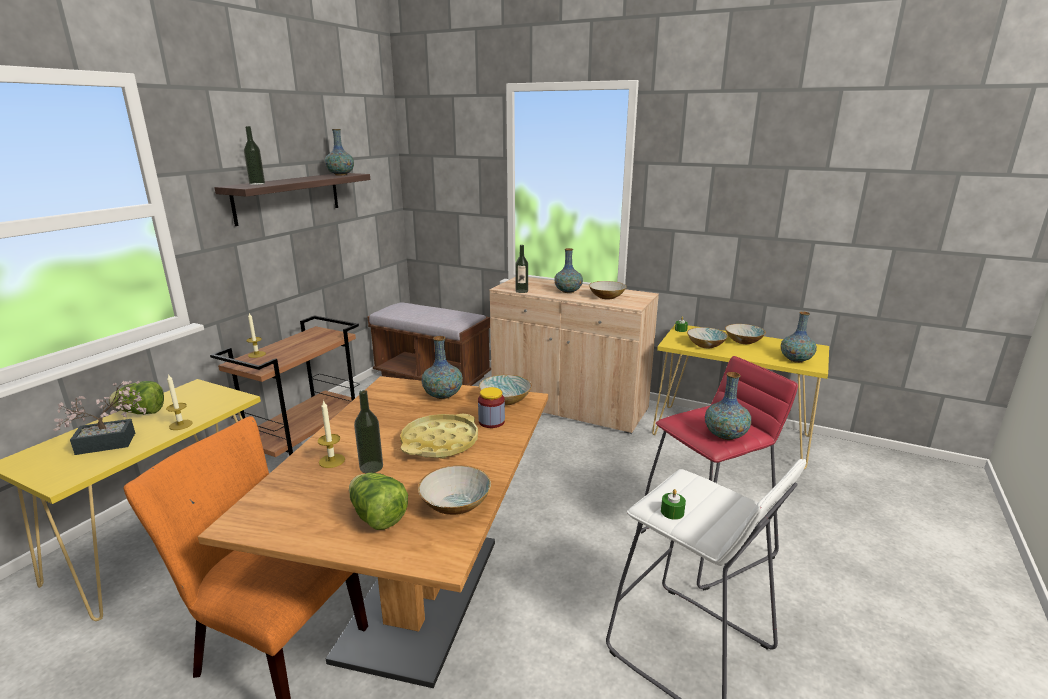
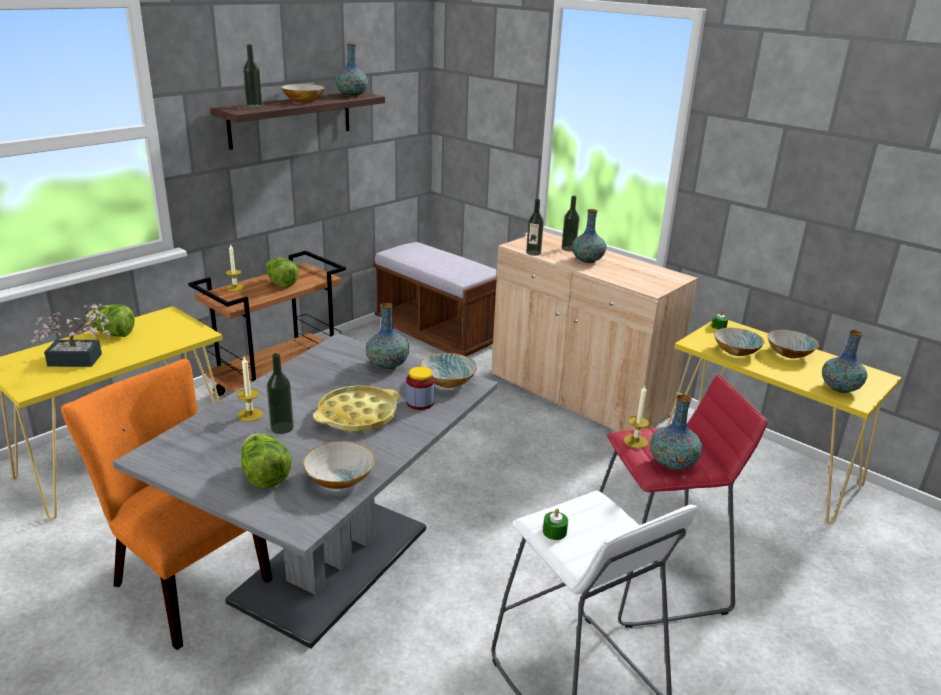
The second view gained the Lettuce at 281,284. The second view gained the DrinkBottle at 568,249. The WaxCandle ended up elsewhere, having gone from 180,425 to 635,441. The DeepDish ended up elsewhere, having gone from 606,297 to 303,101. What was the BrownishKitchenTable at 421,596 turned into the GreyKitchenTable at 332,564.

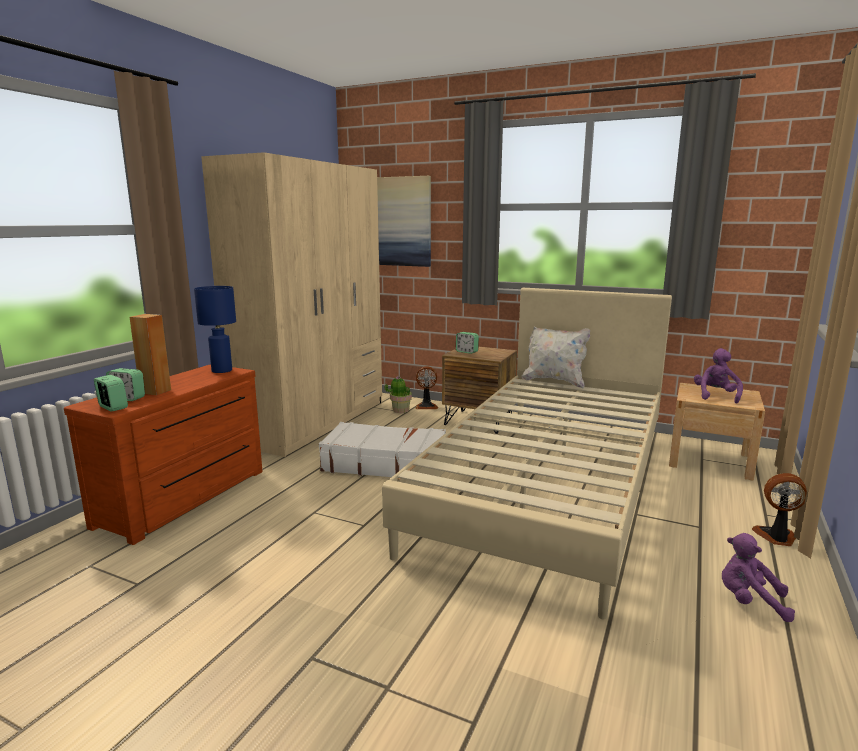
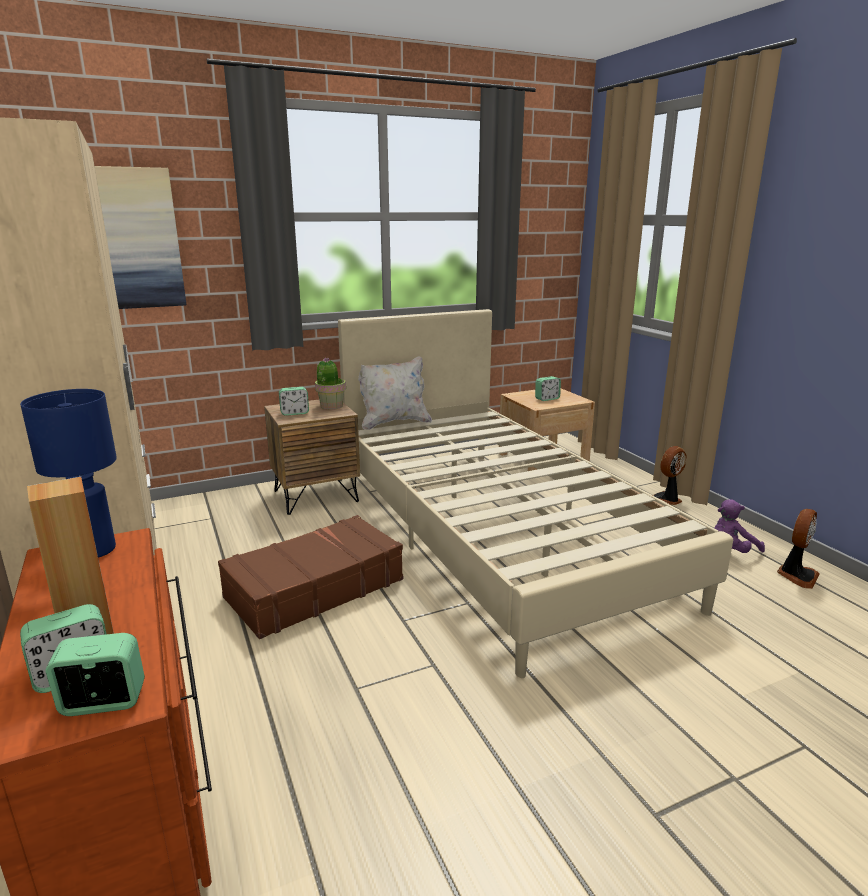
The Houseplant ended up elsewhere, having gone from 400,410 to 331,406. The ElectricFan ended up elsewhere, having gone from 426,406 to 796,575. Where the PurpleColouredPlushToy stood at 715,396, the BedsideClock came to stand at 547,399. What was the WhiteSuitcase at 384,463 turned into the BrownishSuitcase at 314,588.

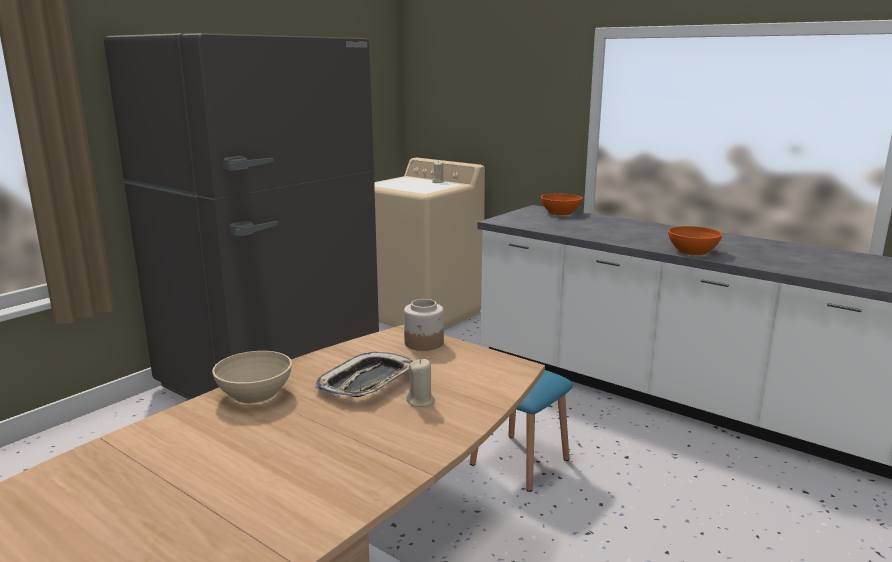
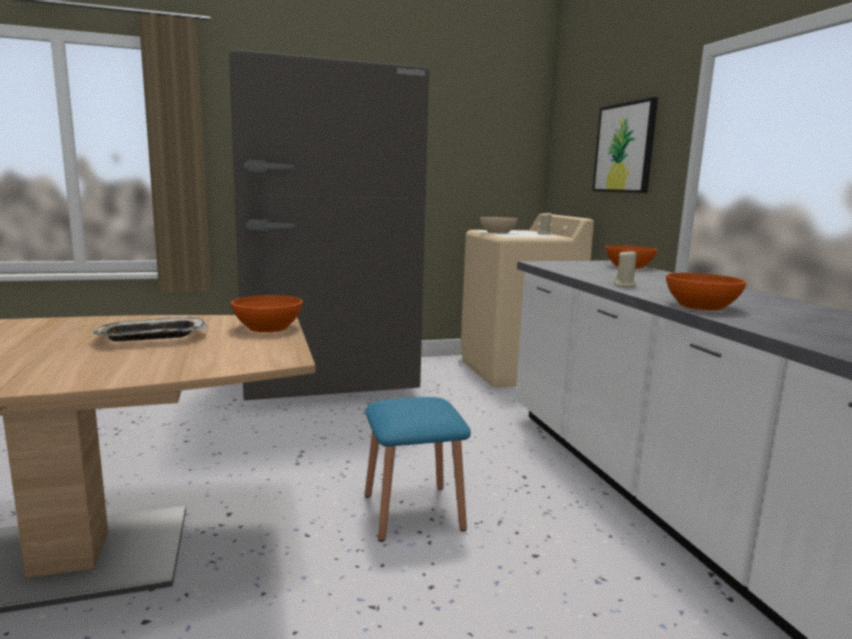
The second view gained the WallPicture at 624,148. The BeigeDeepDish ended up elsewhere, having gone from 254,393 to 497,232. The BeigeWaxCandle ended up elsewhere, having gone from 421,401 to 625,285. Where the PreserveJar stood at 424,343, the OrangeDeepDish came to stand at 267,328.

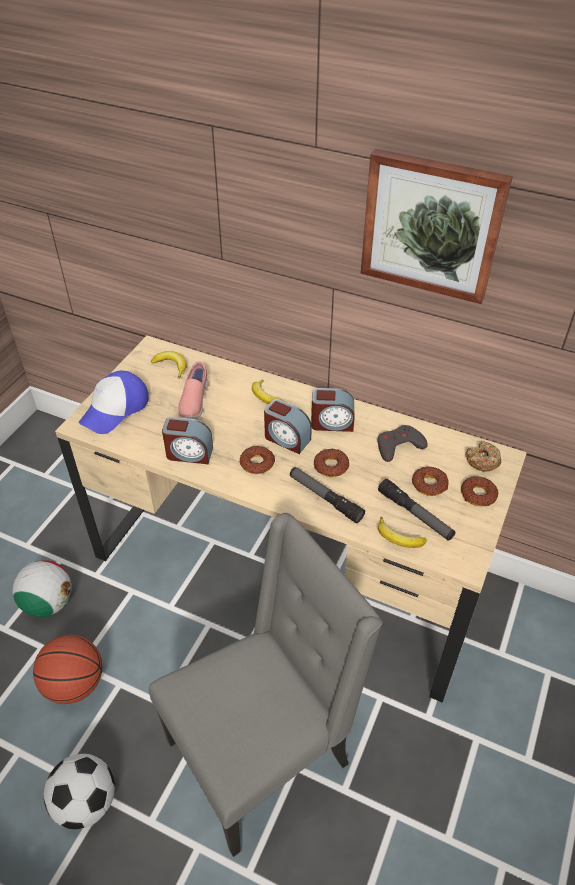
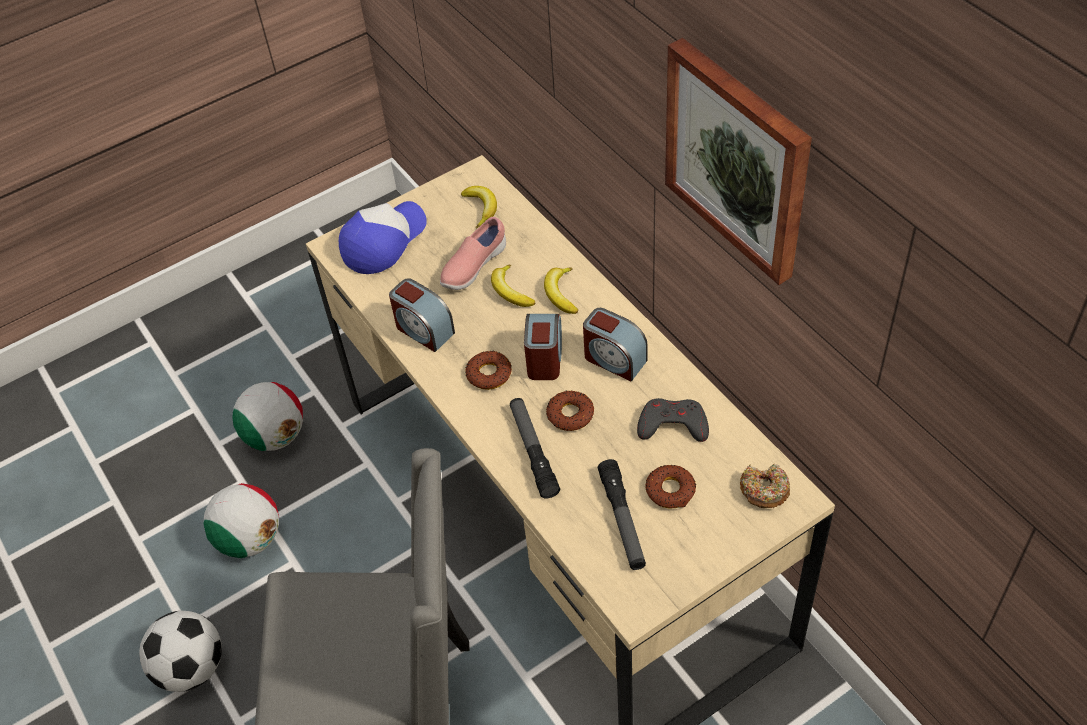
The second view lost the Donut at 478,495. The Banana ended up elsewhere, having gone from 398,538 to 510,291. Where the BallForBasketball stood at 74,684, the BallForFootball came to stand at 250,539. The Cap at 115,409 ended up facing another way, 150 degrees clockwise from before. The BedsideClock at 286,439 ended up facing another way, 150 degrees counterclockwise from before.

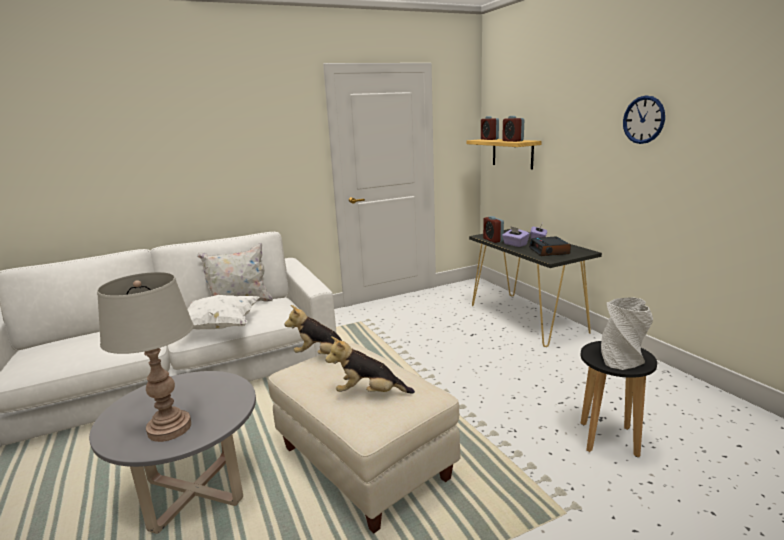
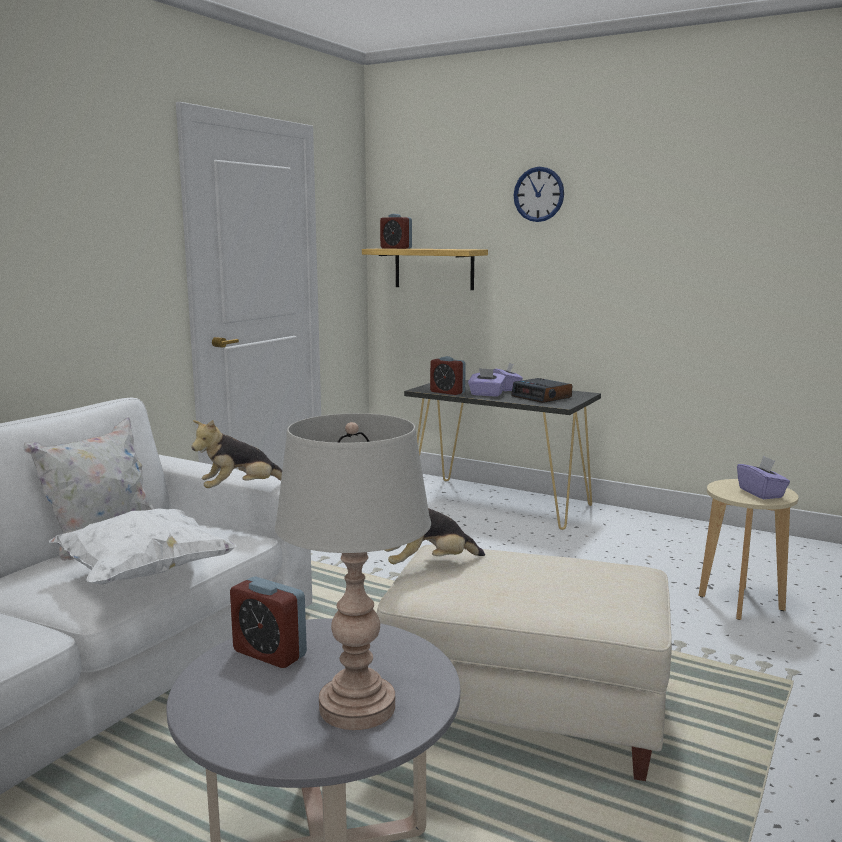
The PlushToy ended up elsewhere, having gone from 369,394 to 240,490. The BedsideClock ended up elsewhere, having gone from 512,141 to 269,653. The HangingClock ended up elsewhere, having gone from 643,120 to 538,194. Where the GreyDecorativeVase stood at 622,360, the PurpleColouredTissueBox came to stand at 761,493. What was the BlackStool at 608,439 turned into the BeigeStool at 740,603.

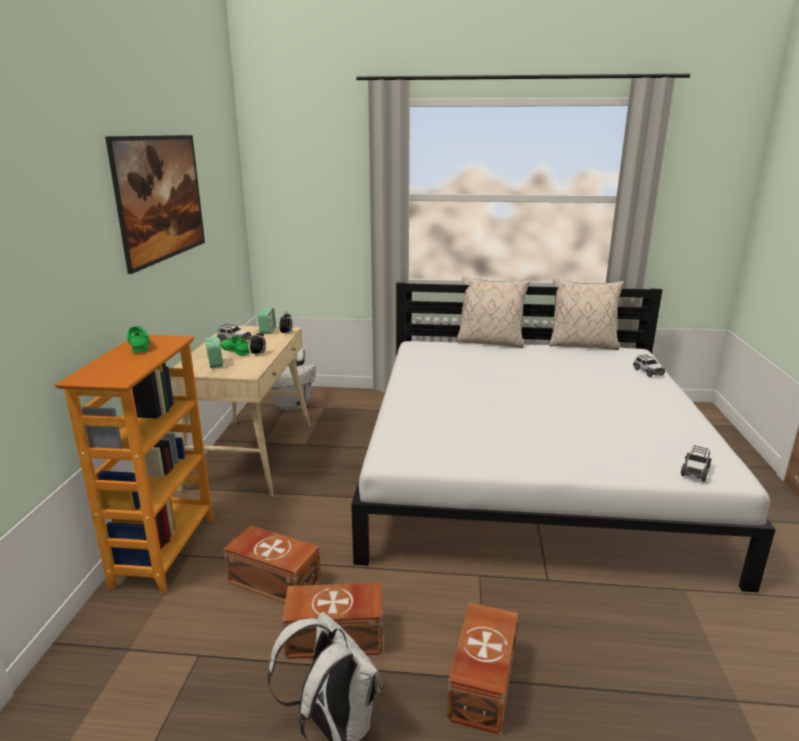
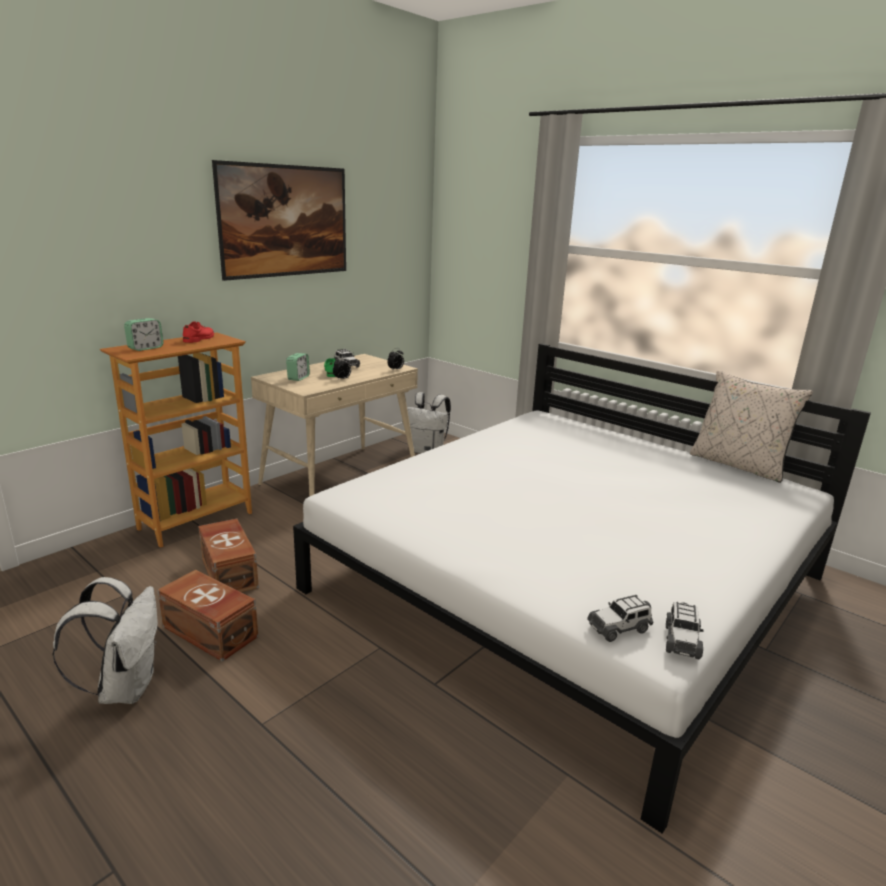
The second view lost the BrownishStorageBox at 480,684. The second view lost the BeigeCushion at 490,342. The BedsideClock ended up elsewhere, having gone from 267,331 to 145,348. The ModelCar ended up elsewhere, having gone from 647,372 to 681,641. What was the GreenishShoe at 139,345 turned into the RedShoe at 199,338.

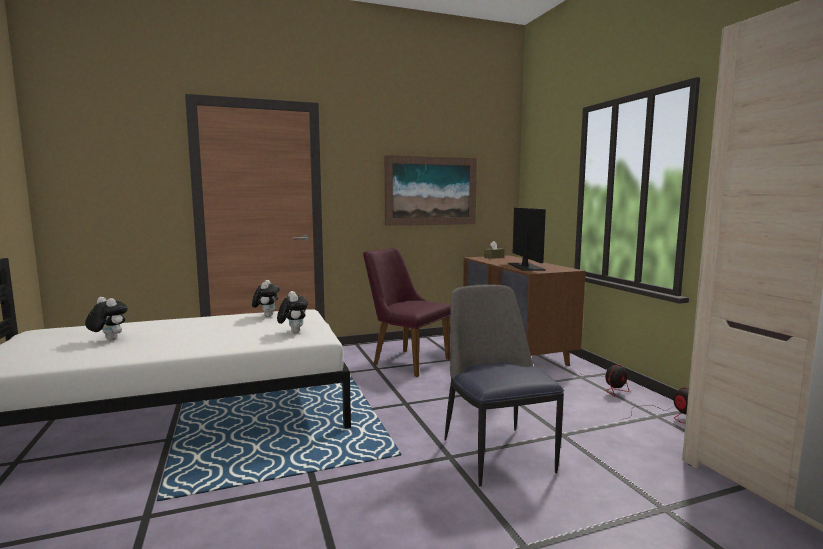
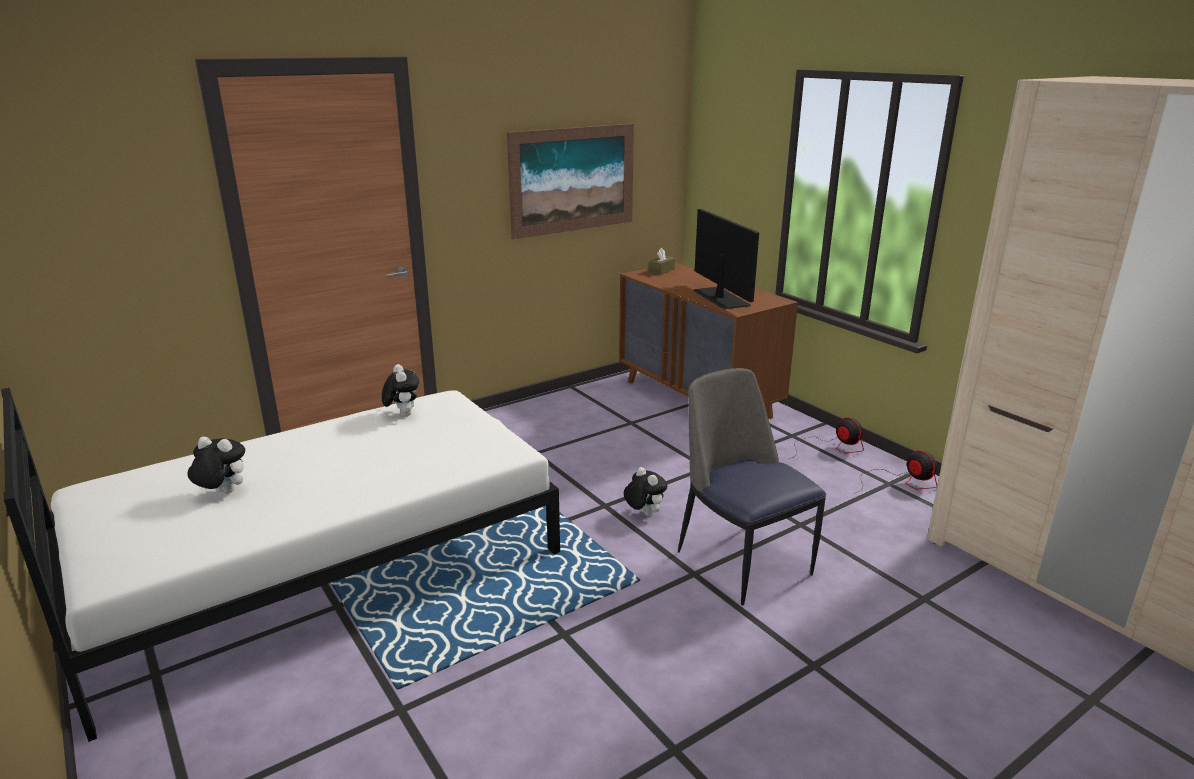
The second view lost the PurpleColouredPlainChair at 405,360. The PlushToy ended up elsewhere, having gone from 293,332 to 644,513. The ElectricFan at 612,387 ended up facing another way, 75 degrees counterclockwise from before.

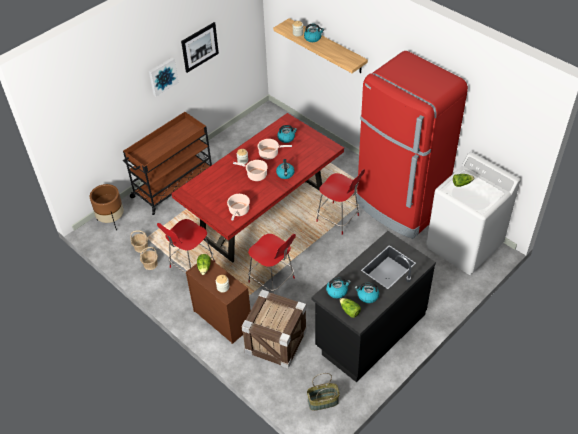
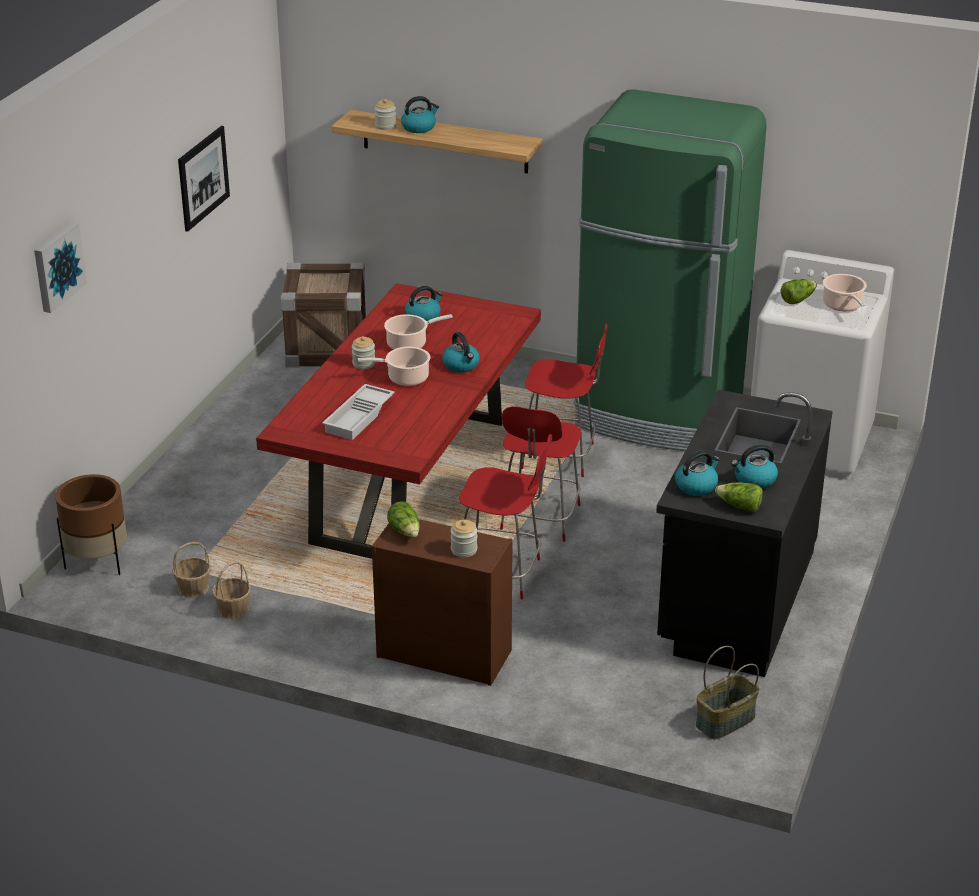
The second view lost the BrownishTrolley at 173,185. The second view gained the WhiteTray at 360,417. The WallPicture ended up elsewhere, having gone from 162,76 to 57,266. The RedPlainChair ended up elsewhere, having gone from 191,266 to 539,520. The Stockpot ended up elsewhere, having gone from 238,211 to 843,306. The Crate ended up elsewhere, having gone from 276,342 to 327,348. What was the RedFridge at 400,207 turned into the GreenishFridge at 659,415.

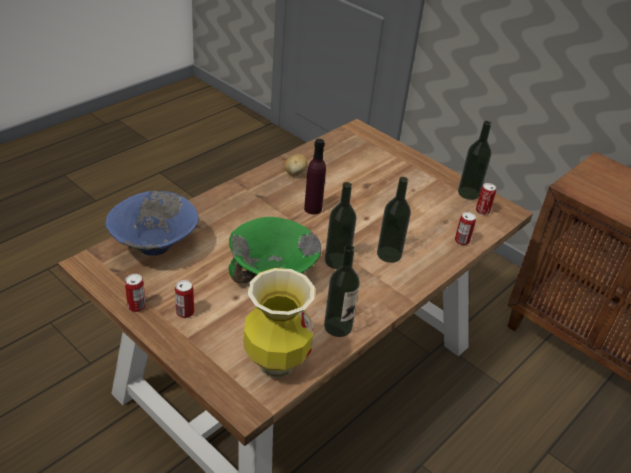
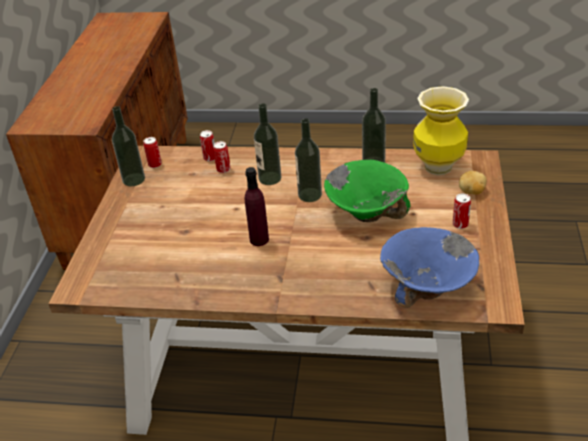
The MetalCan ended up elsewhere, having gone from 136,306 to 223,169. The Spud ended up elsewhere, having gone from 295,173 to 471,192.

